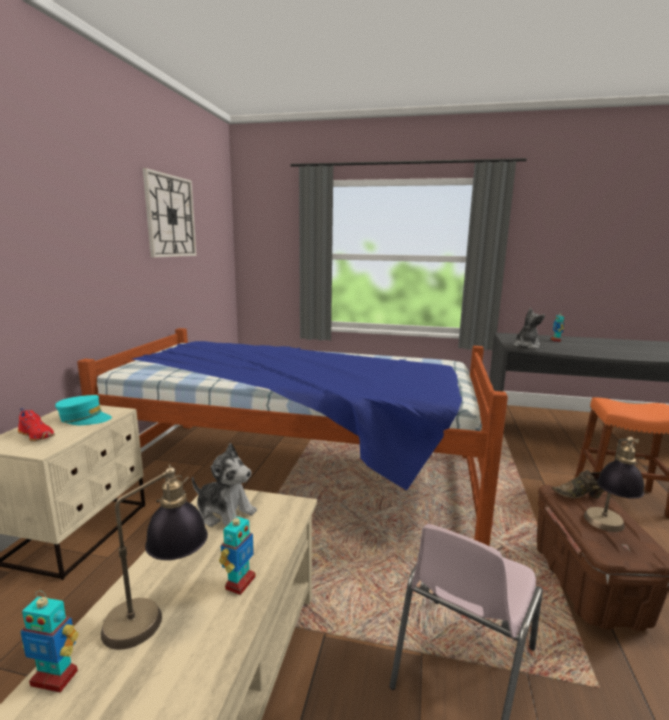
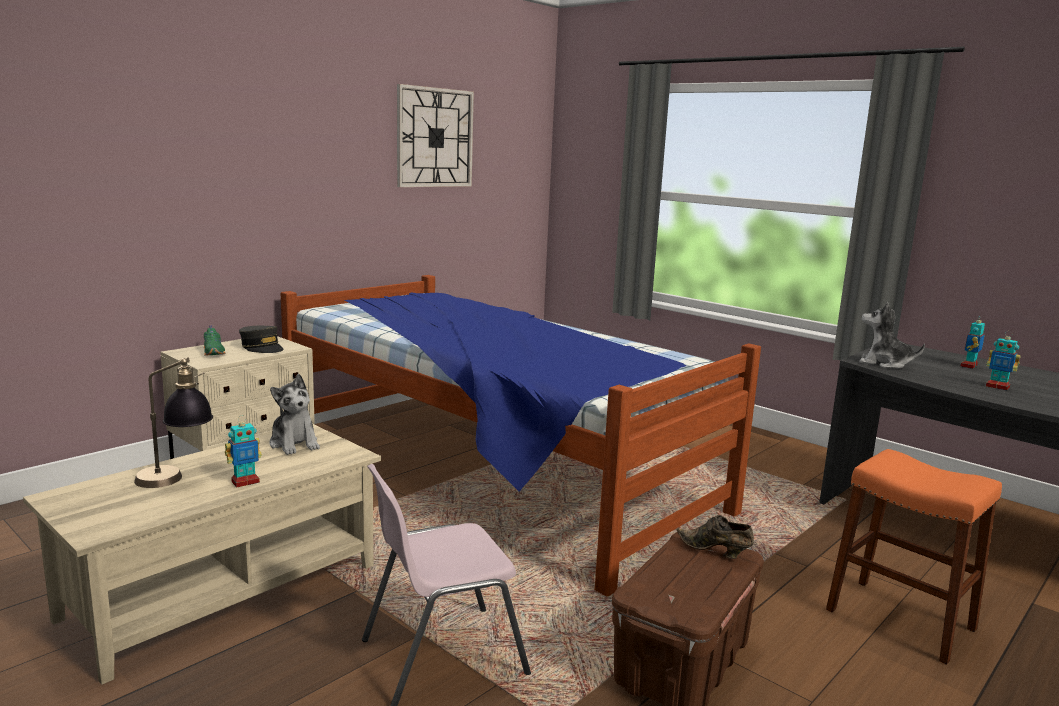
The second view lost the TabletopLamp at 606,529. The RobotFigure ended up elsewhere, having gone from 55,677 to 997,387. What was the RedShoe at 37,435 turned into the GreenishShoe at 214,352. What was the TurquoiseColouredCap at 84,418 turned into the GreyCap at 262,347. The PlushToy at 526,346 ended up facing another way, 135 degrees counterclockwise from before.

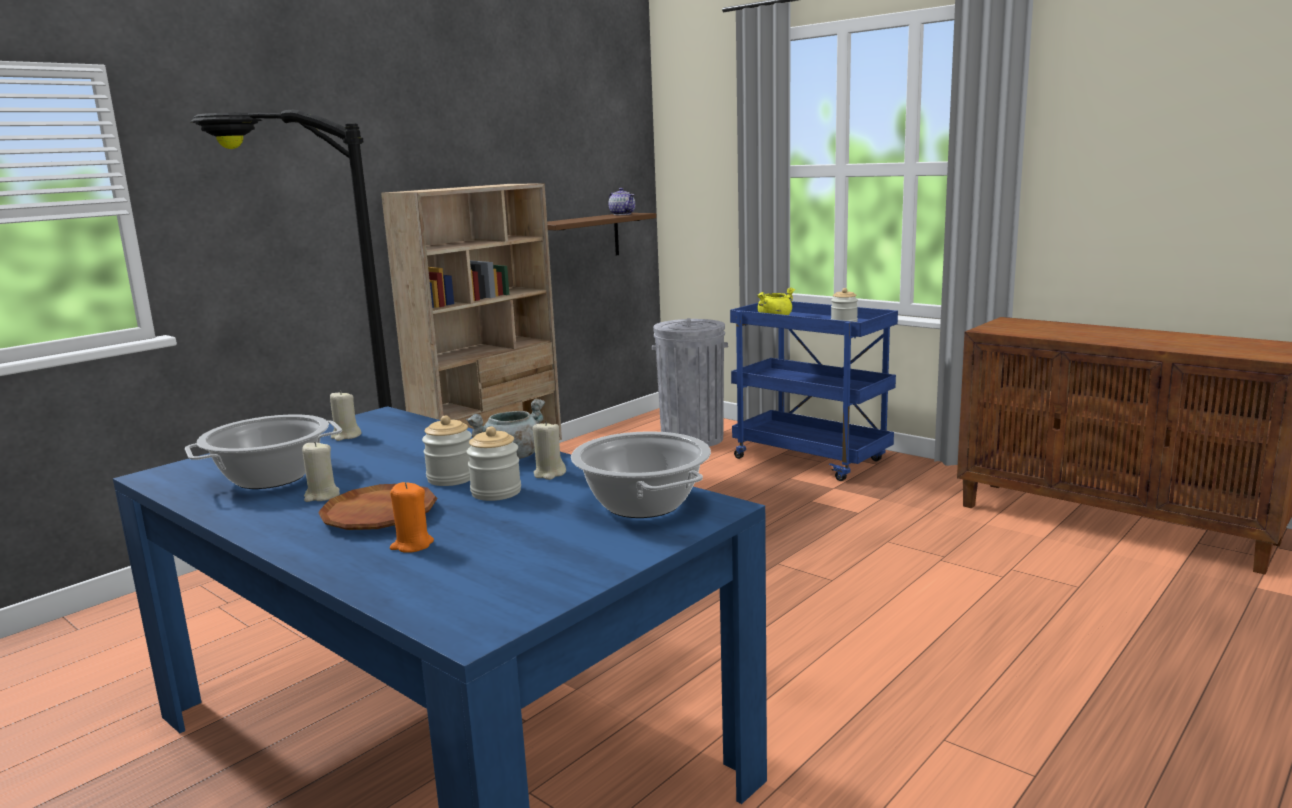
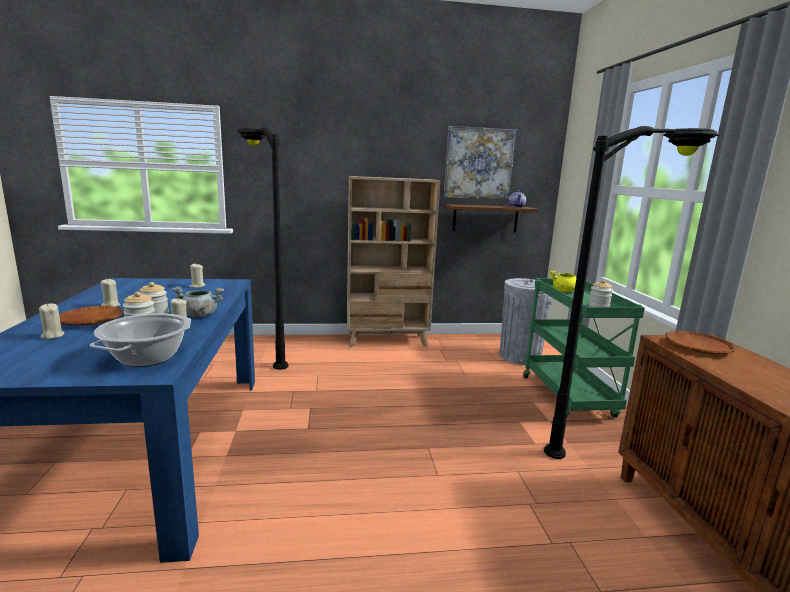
The second view lost the Stockpot at 271,477. The second view gained the WallPicture at 479,163. The second view gained the BlackStandingLamp at 608,445. The second view gained the BrownishDinnerPlate at 697,347. What was the OrangeWaxCandle at 412,545 turned into the BeigeWaxCandle at 52,336. What was the BlueColouredTrolley at 812,460 turned into the GreenishTrolley at 569,397.

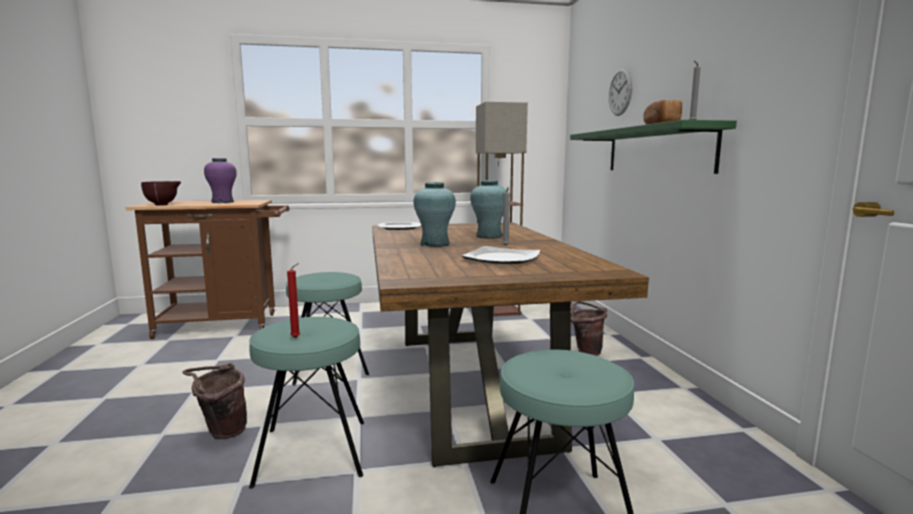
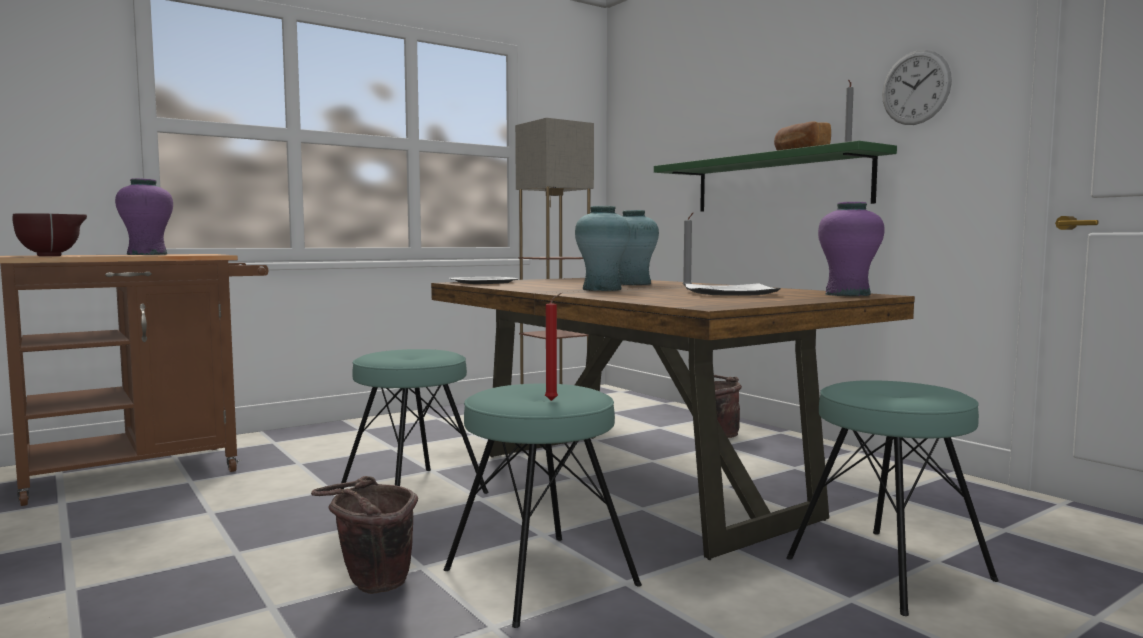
The second view gained the PurpleColouredDecorativeVase at 847,294. The HangingClock ended up elsewhere, having gone from 620,92 to 915,88.

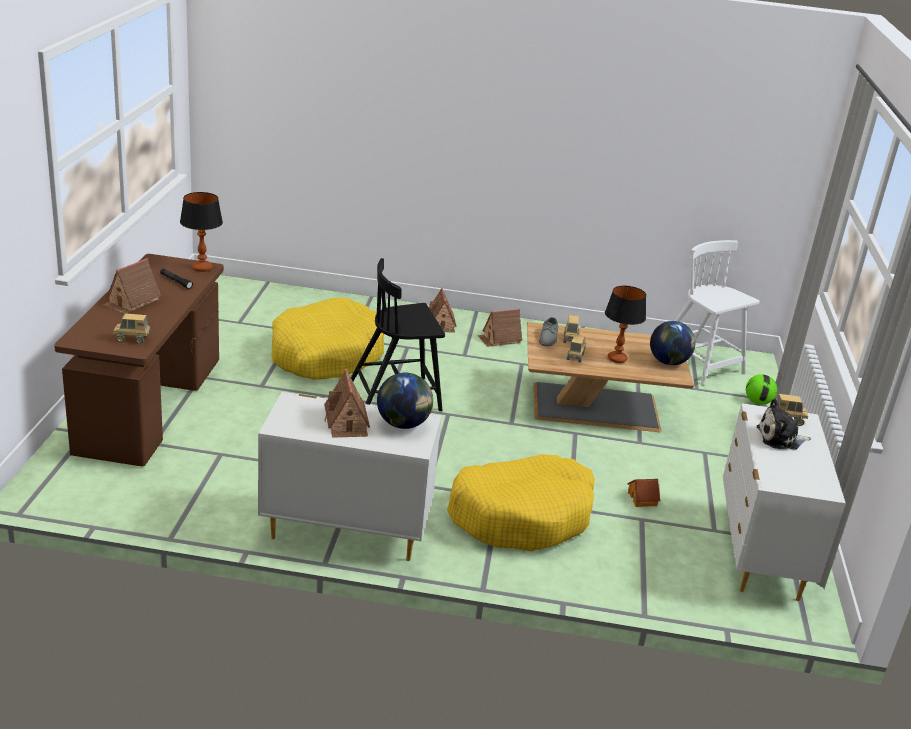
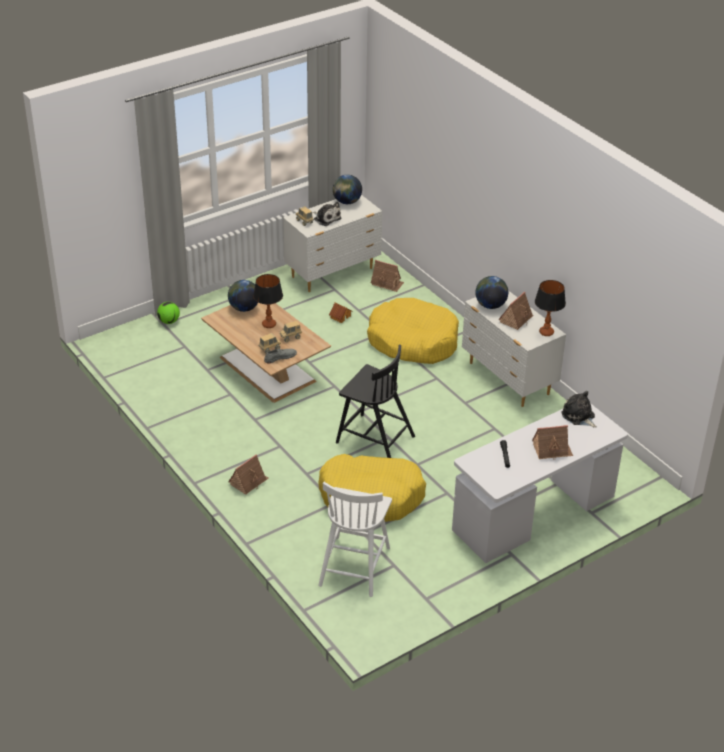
The second view gained the Globe at 347,202. The TabletopLamp ended up elsewhere, having gone from 202,268 to 546,332. The MiniatureHouse ended up elsewhere, having gone from 499,339 to 387,283. The WhitePlainChair ended up elsewhere, having gone from 699,364 to 354,565. Where the ToyTruck stood at 132,339, the PlushToy came to stand at 579,416. What was the BrownishDeskUnit at 150,405 turned into the WhiteDeskUnit at 534,514.

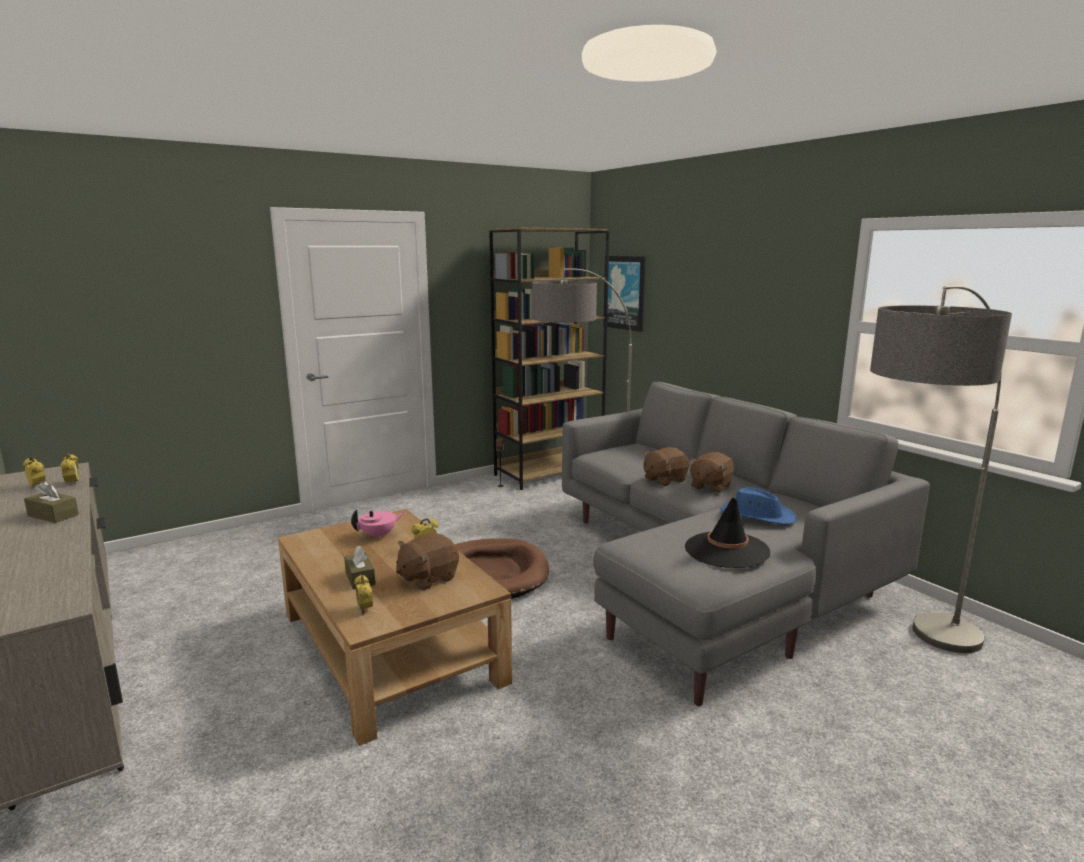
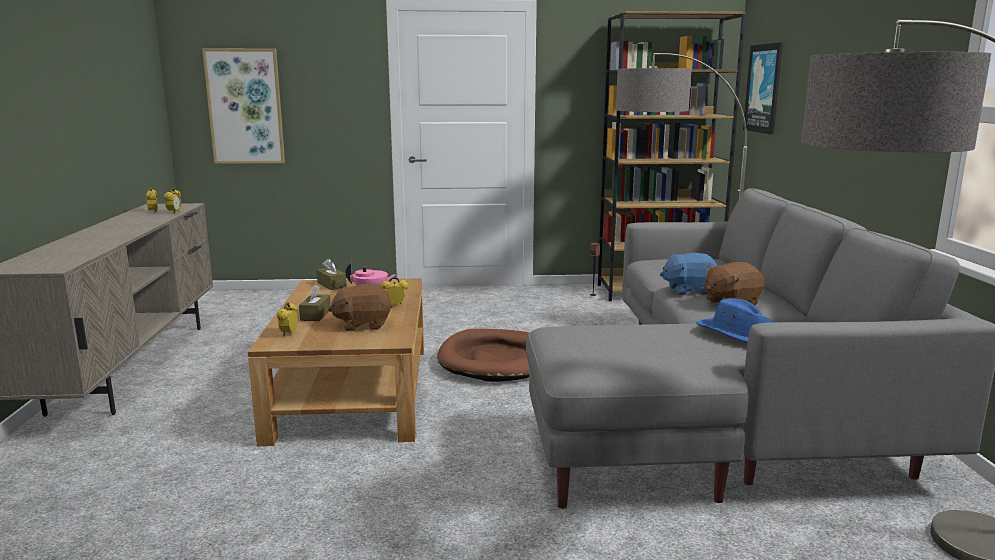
The second view lost the BlackHat at 726,550. The second view gained the WallPicture at 245,106. The BrownishTissueBox ended up elsewhere, having gone from 53,515 to 331,285. What was the BrownishPlushToy at 664,480 turned into the BlueColouredPlushToy at 689,290.

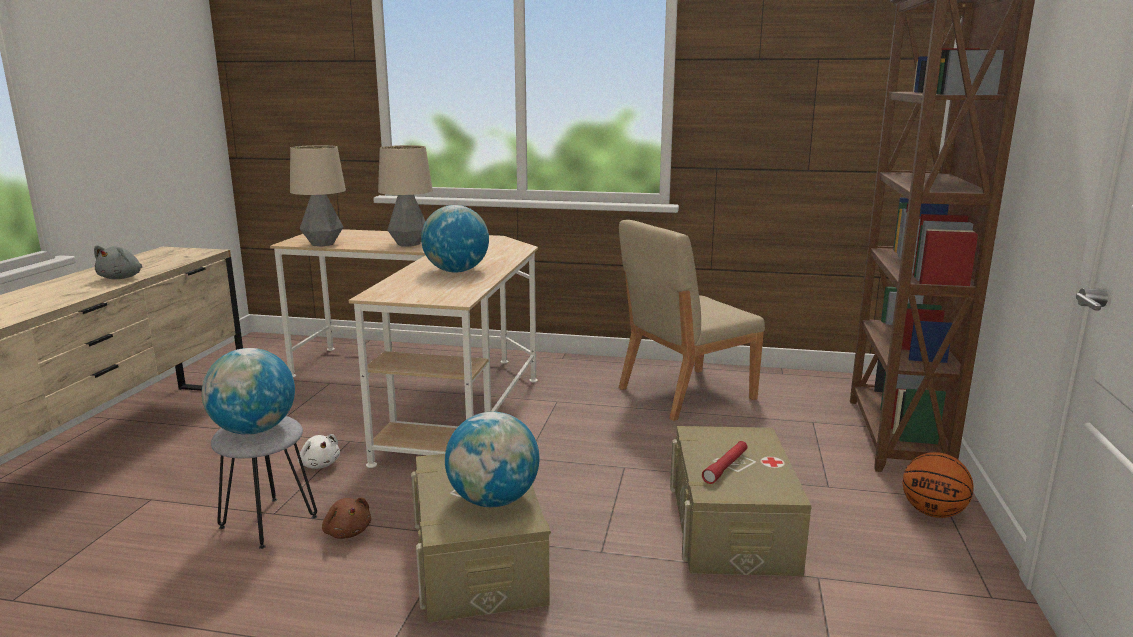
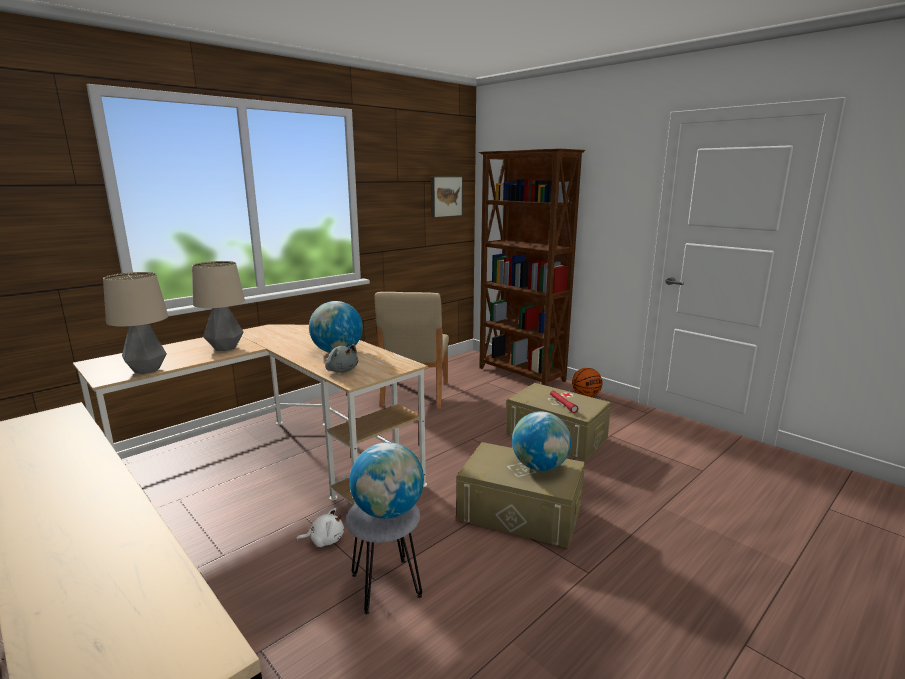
The second view lost the BrownishPlushToy at 347,532. The second view gained the WallPicture at 445,196. The GreyPlushToy ended up elsewhere, having gone from 122,278 to 341,370.

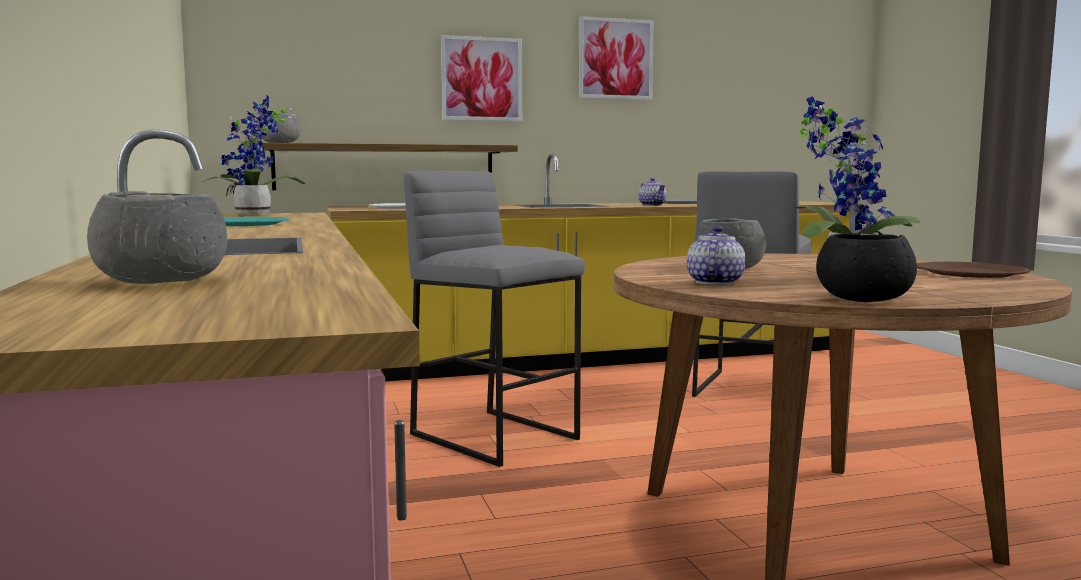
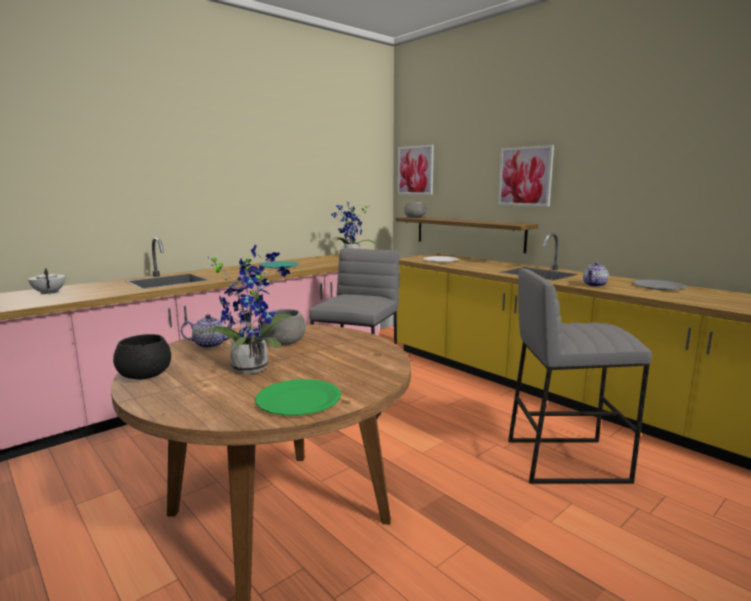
The WallPicture ended up elsewhere, having gone from 615,59 to 415,170. Where the GreyDeepDish stood at 161,280, the WhiteTeaPot came to stand at 49,293. What was the BrownishDinnerPlate at 969,273 turned into the GreenishDinnerPlate at 298,399.

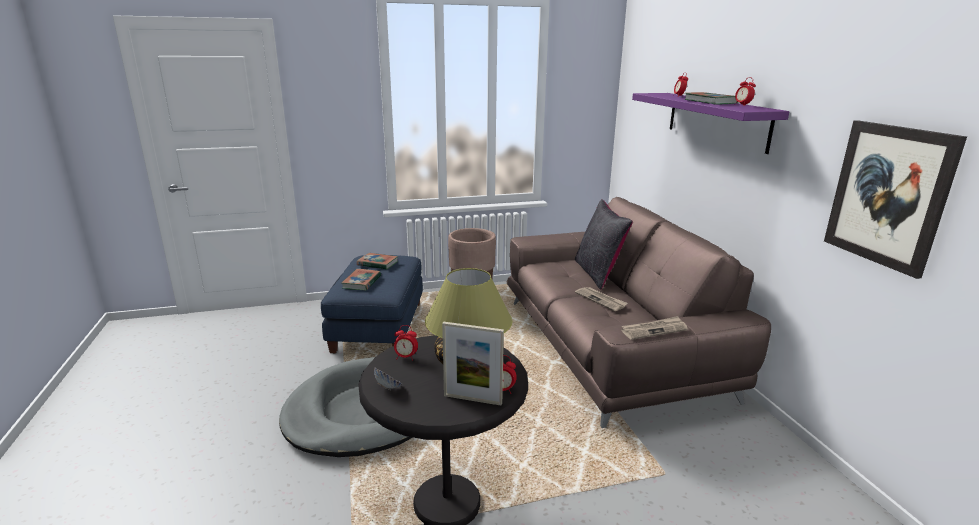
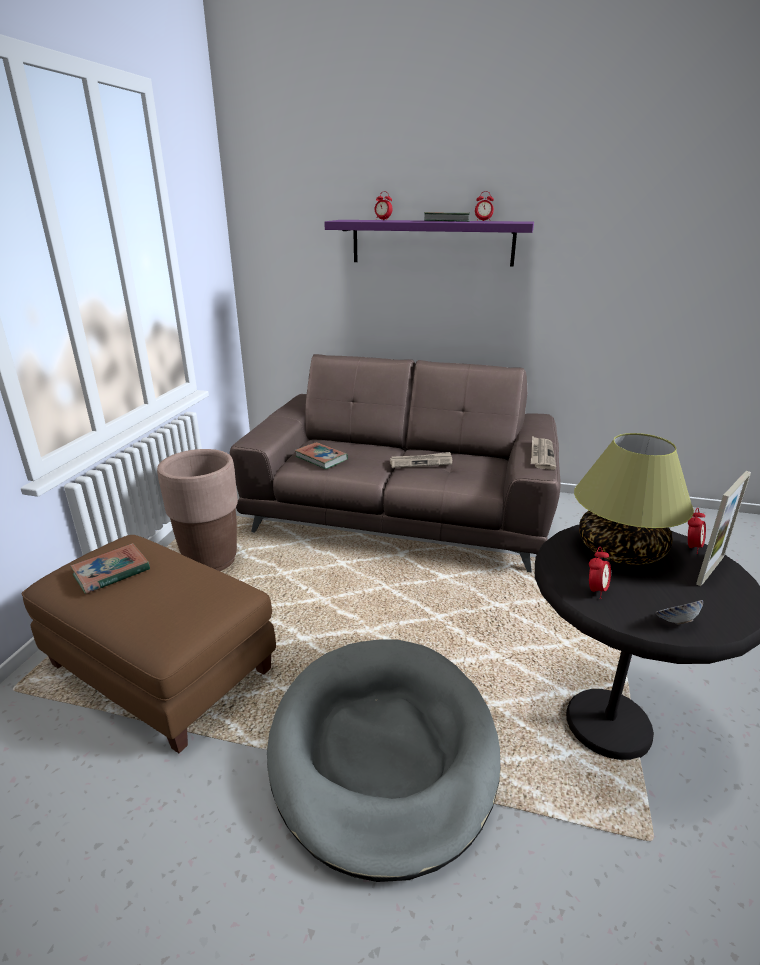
The second view lost the BlackCushion at 598,273. The second view lost the WallPicture at 888,195. The Book ended up elsewhere, having gone from 361,282 to 321,458. What was the BlueColouredPouffe at 378,327 turned into the BrownishPouffe at 162,668.

